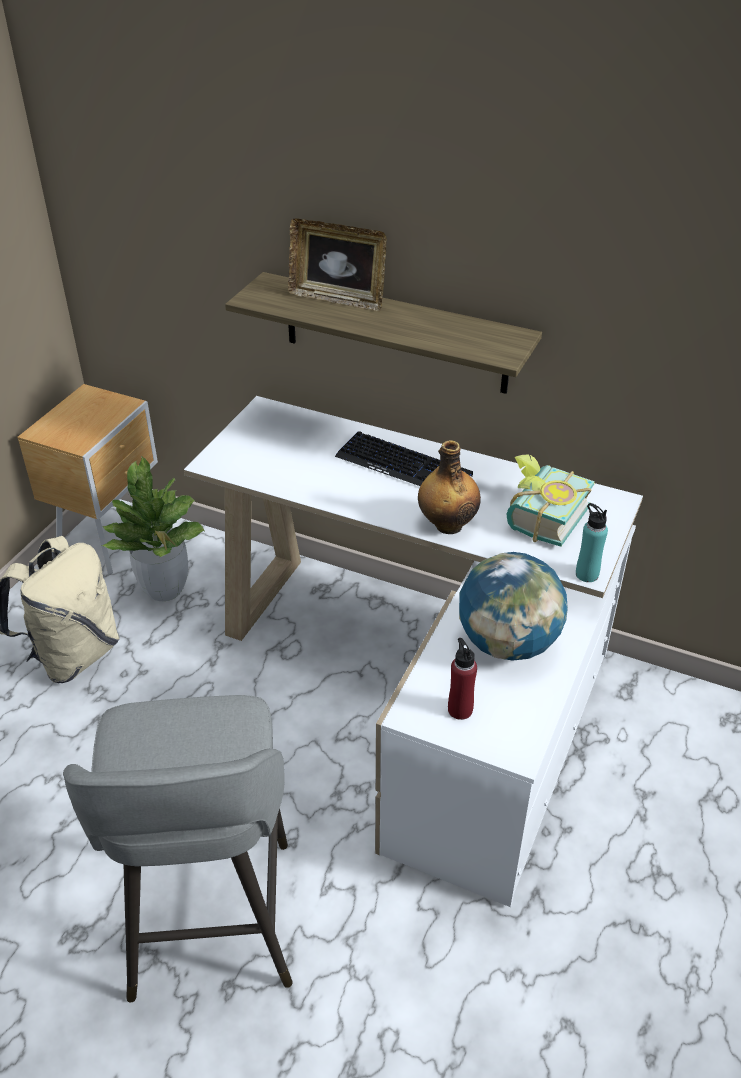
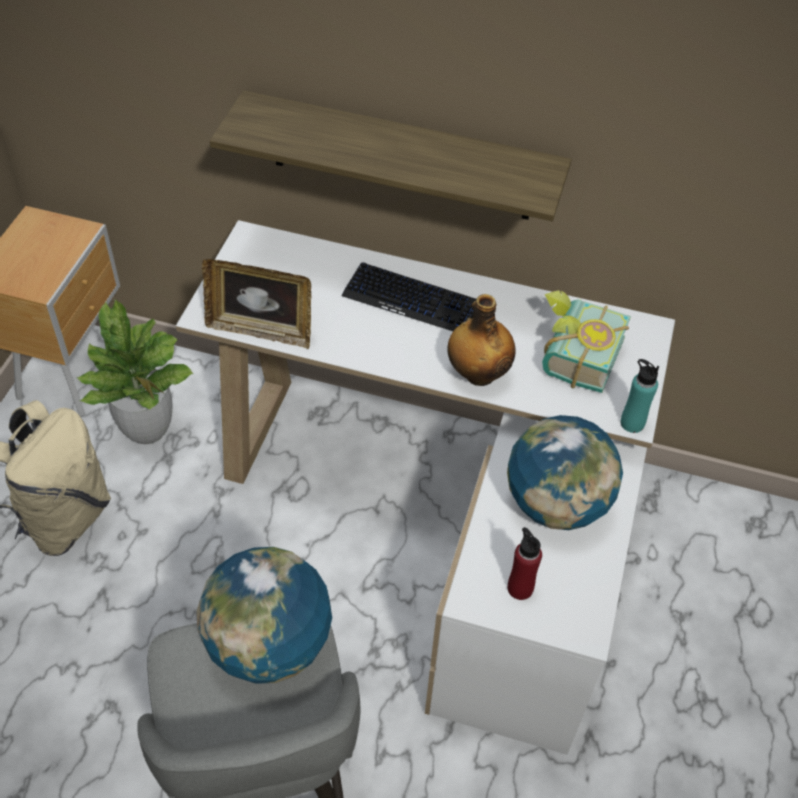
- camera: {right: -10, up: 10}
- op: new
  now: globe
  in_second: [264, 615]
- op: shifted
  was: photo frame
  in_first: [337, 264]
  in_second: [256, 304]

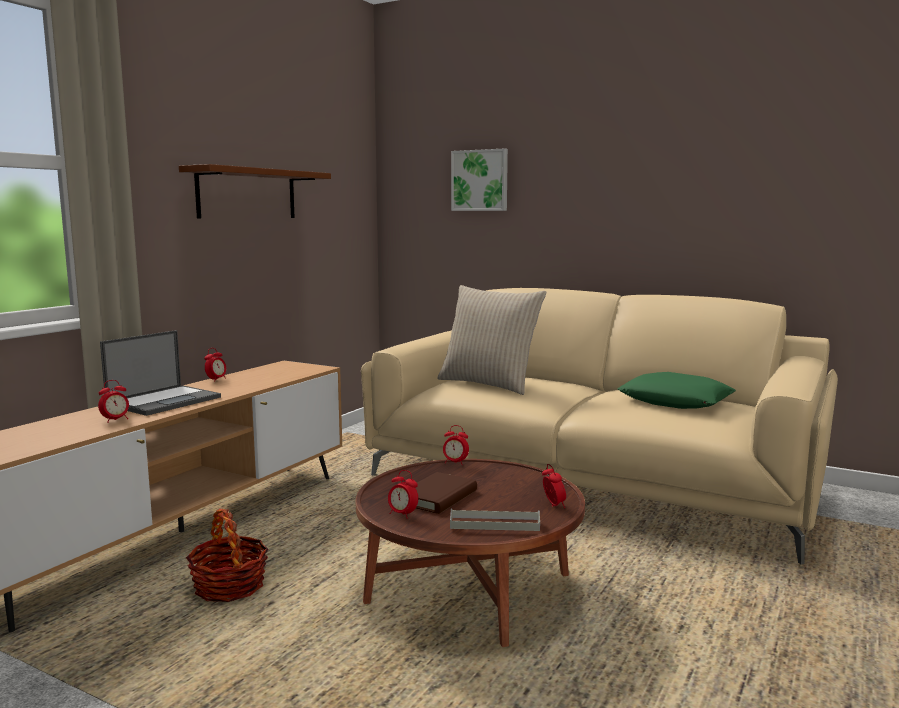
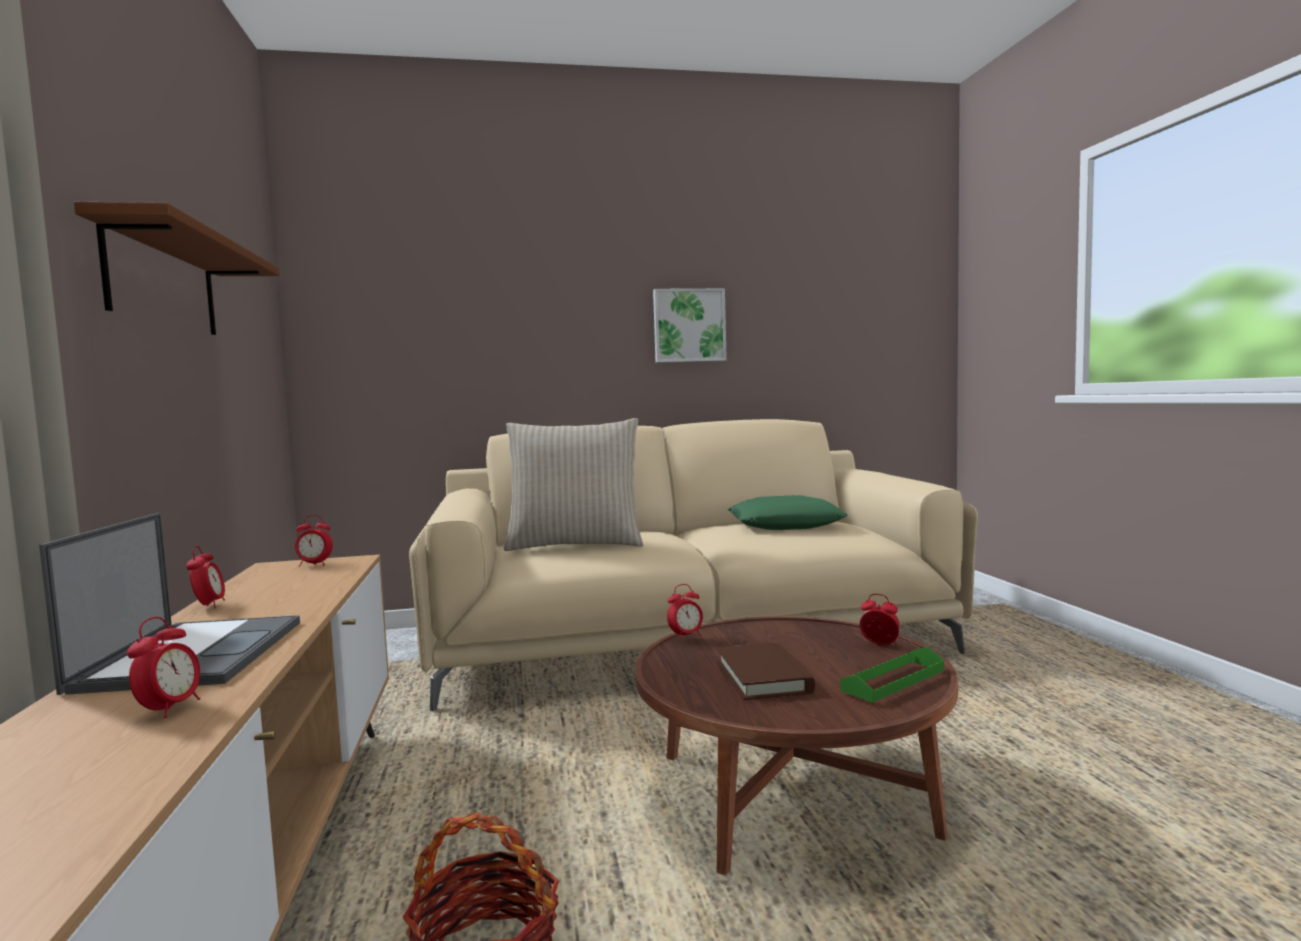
- camera: {right: -40, up: -5}
- op: shifted
  was: alarm clock
  in_first: [403, 494]
  in_second: [314, 540]
- op: shifted
  was: picture
  in_first: [479, 179]
  in_second: [690, 325]
- op: repainted
  was: carrying tray (grey)
  now: carrying tray (greenish)
  in_first: [495, 519]
  in_second: [892, 675]

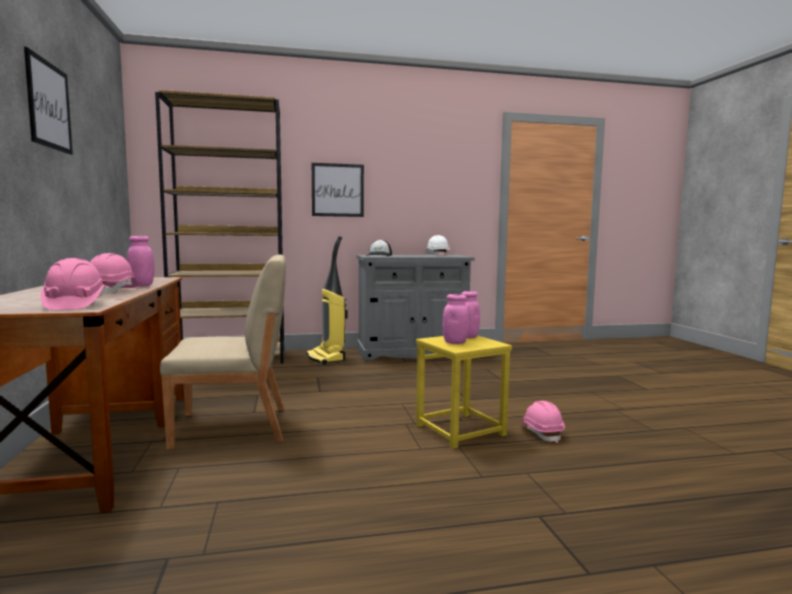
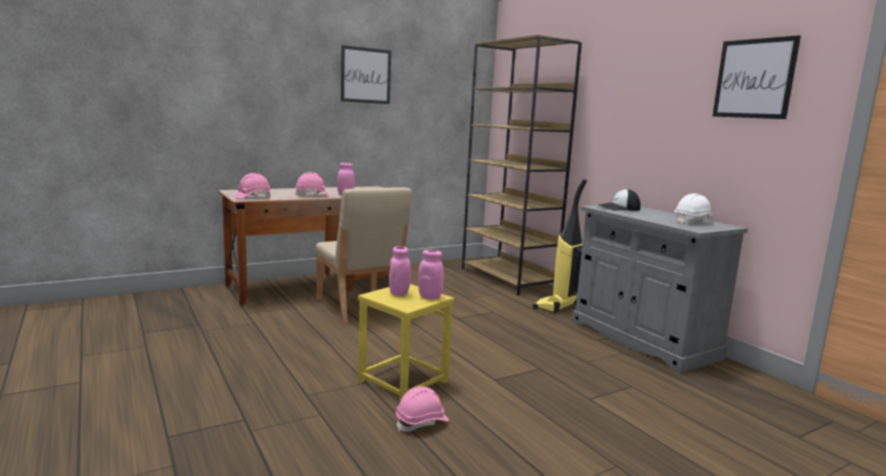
- camera: {right: 70, up: 5}
- op: shifted
  was: picture
  in_first: [337, 190]
  in_second: [757, 77]

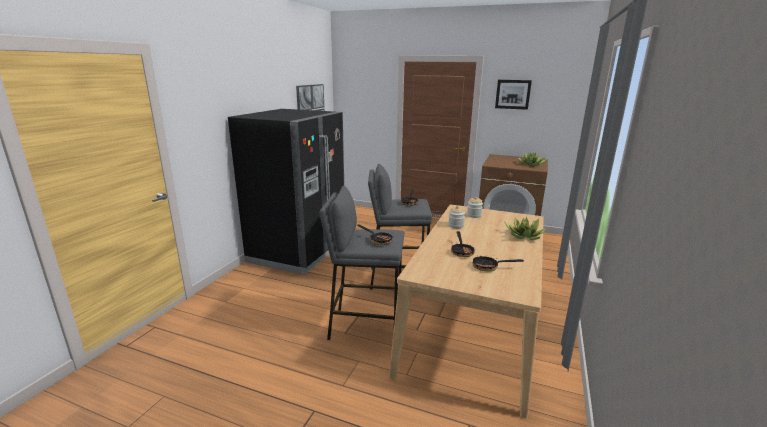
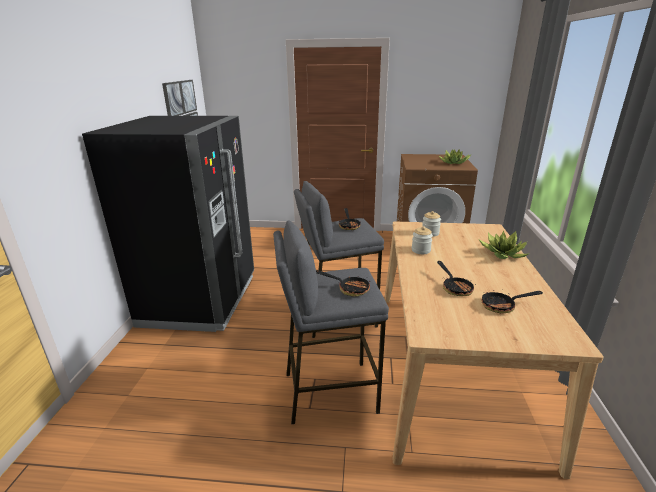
- camera: {right: -15, up: 5}
- op: gone
  was: picture
  in_first: [513, 95]

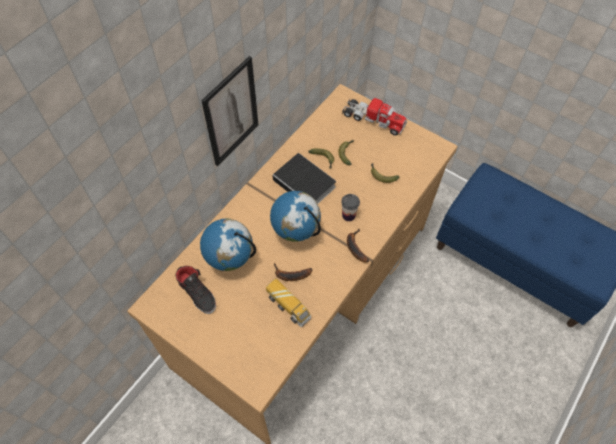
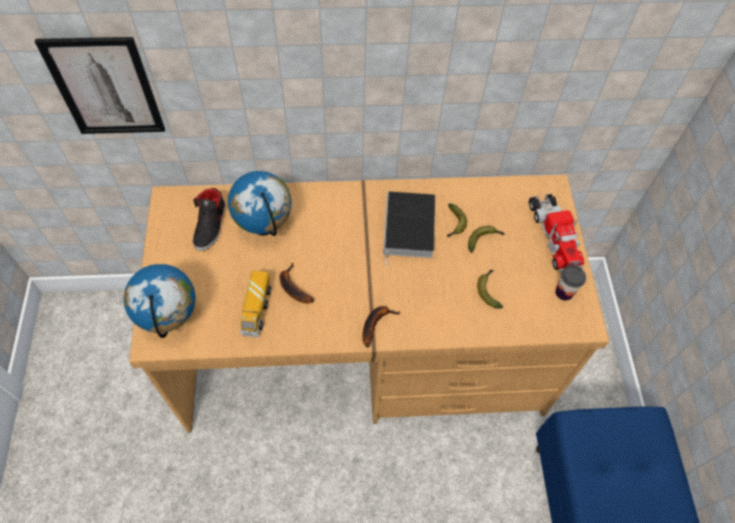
- camera: {right: 50, up: 0}
- op: shifted
  was: picture
  in_first: [229, 111]
  in_second: [100, 85]
- op: shifted
  was: globe
  in_first: [295, 216]
  in_second: [159, 301]
- op: shifted
  was: drinking cup
  in_first: [350, 207]
  in_second: [570, 283]

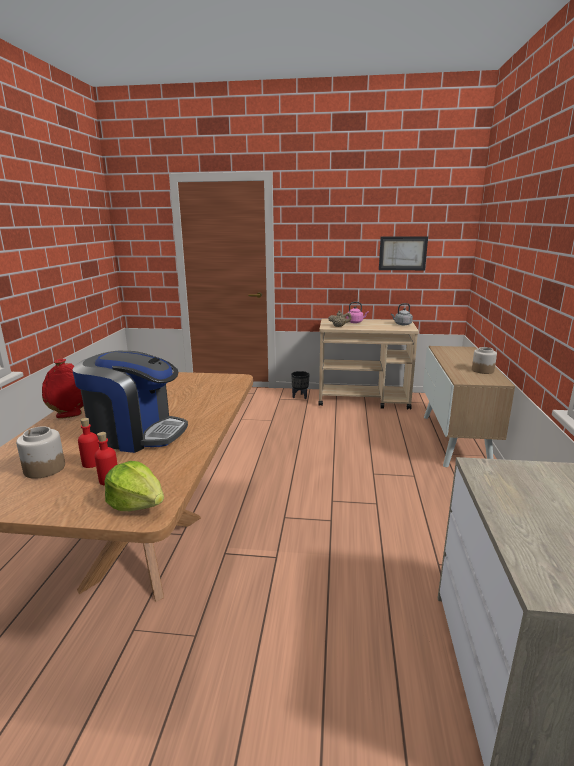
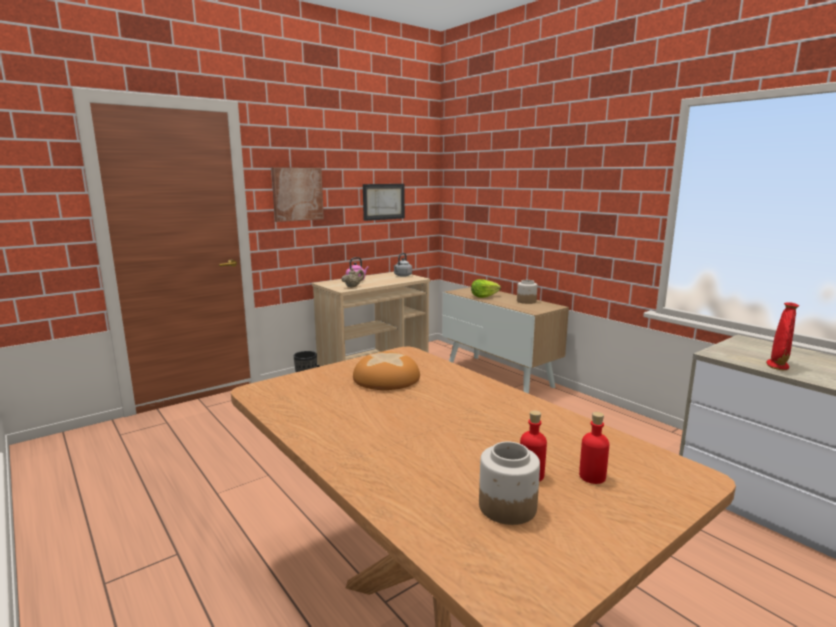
- camera: {right: -45, up: -5}
- op: gone
  was: coffee brewer
  in_first: [130, 402]
- op: new
  now: picture
  in_second: [297, 194]
- op: new
  now: bread
  in_second: [386, 370]
- op: shifted
  was: flower vase (red)
  in_first: [63, 389]
  in_second: [782, 336]
- op: shifted
  was: lettuce
  in_first: [134, 486]
  in_second: [486, 288]

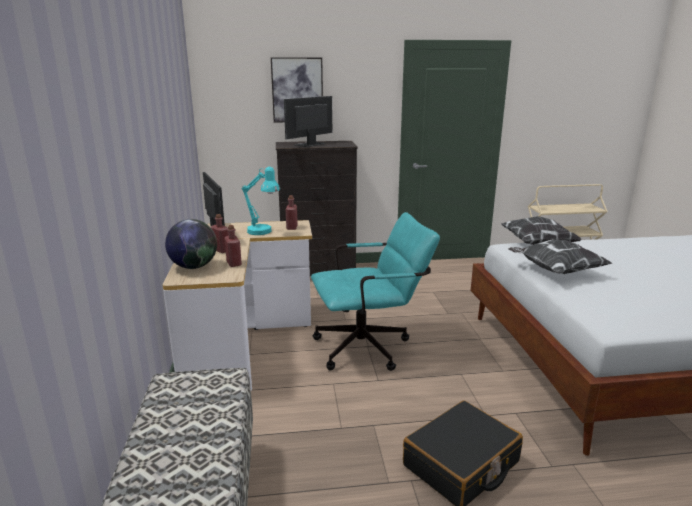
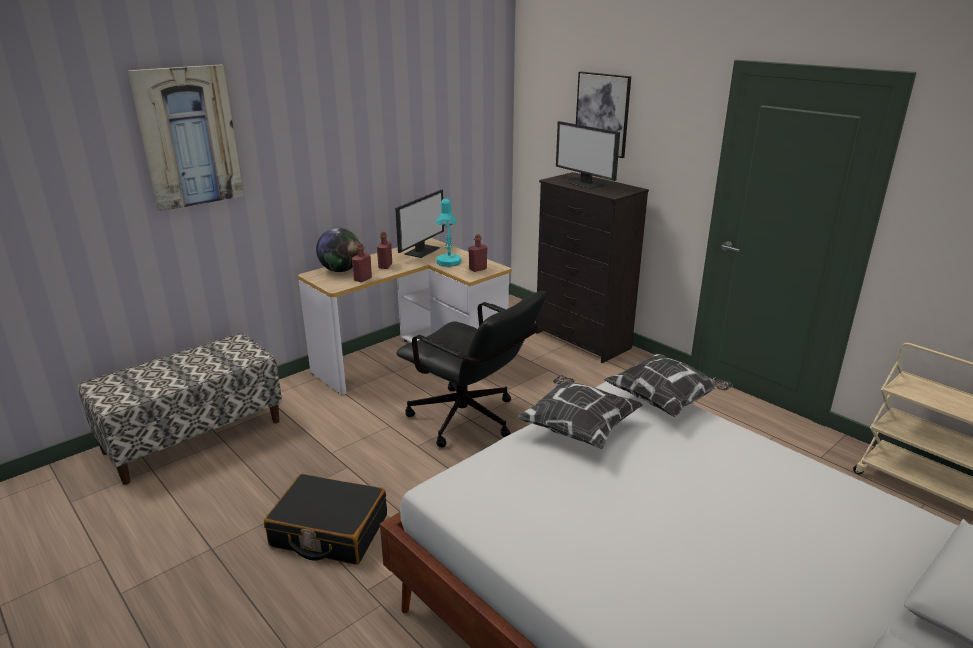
- camera: {right: 55, up: 5}
- op: new
  now: picture
  in_second: [186, 138]
- op: repainted
  was: office chair (blue-green)
  now: office chair (black)
  in_first: [375, 291]
  in_second: [471, 369]
- op: rotated
  was: monitor
  in_first: [308, 121]
  in_second: [588, 155]
  clockwise: -135

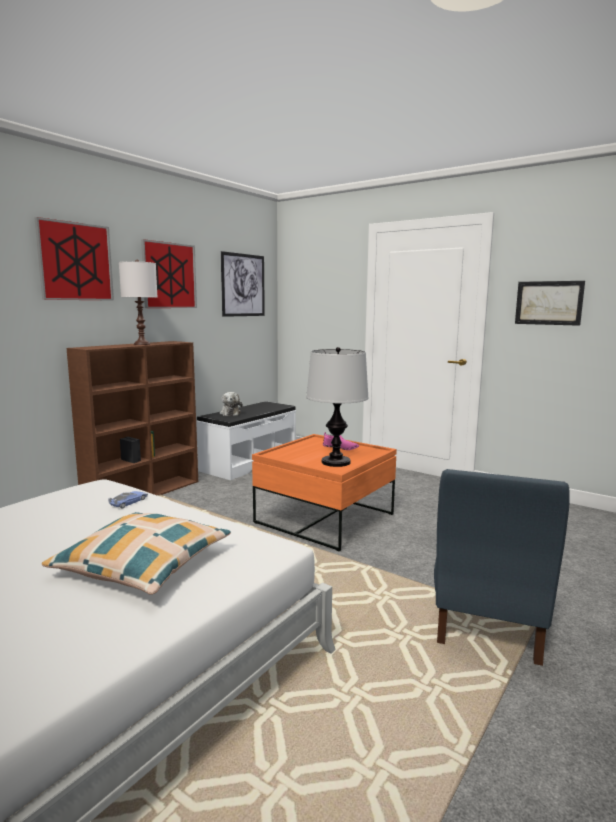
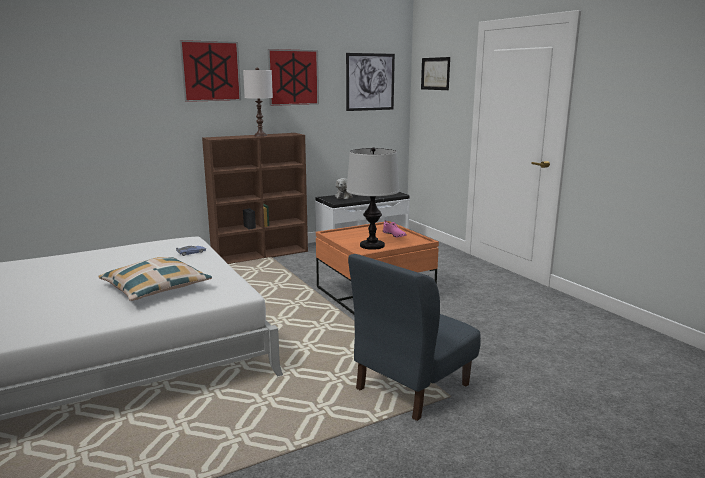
- camera: {right: 25, up: 5}
- op: shifted
  was: picture
  in_first: [550, 303]
  in_second: [435, 73]

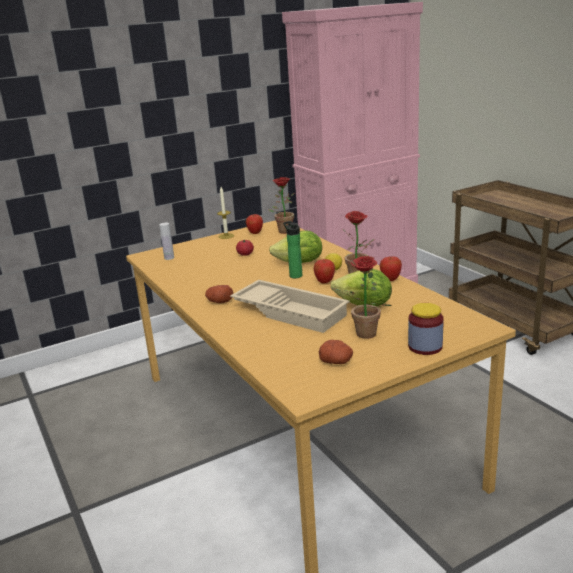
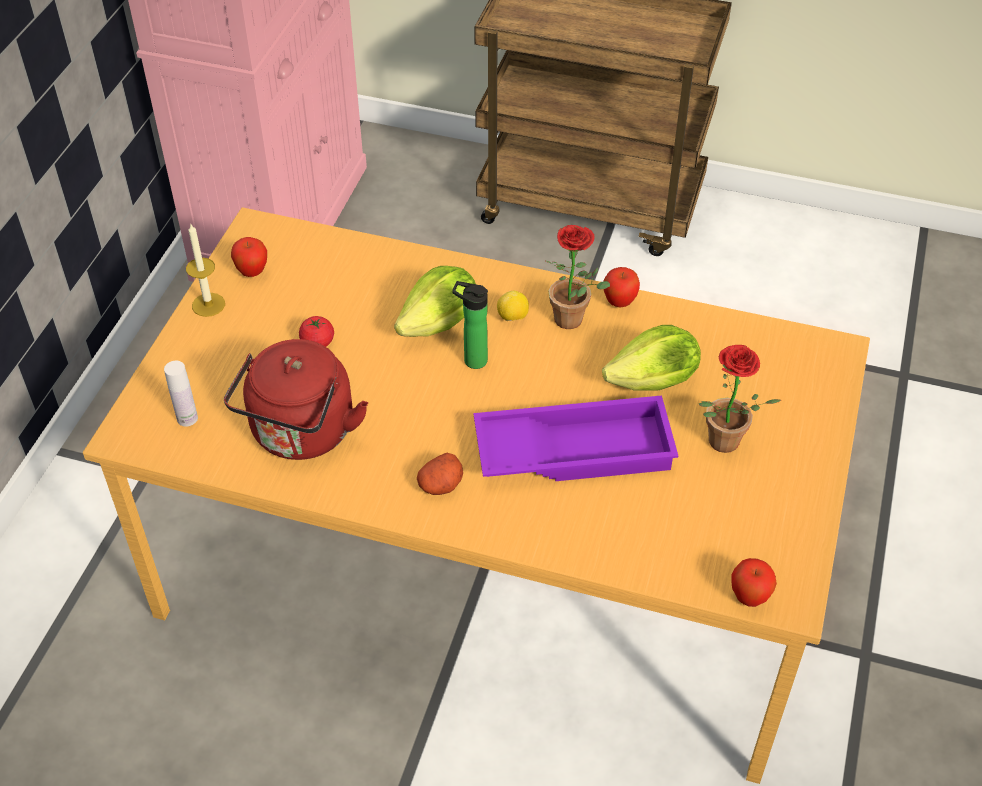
- camera: {right: -45, up: 25}
- op: gone
  was: potted plant
  in_first: [281, 205]
- op: gone
  was: spud
  in_first: [336, 352]
- op: gone
  was: preserve jar
  in_first: [426, 329]
- op: new
  now: water kettle (red)
  in_second: [296, 399]
- op: shifted
  was: whole apple
  in_first: [324, 271]
  in_second: [754, 582]
- op: repainted
  was: carrying tray (beige)
  now: carrying tray (purple-coloured)
  in_first: [290, 306]
  in_second: [575, 438]

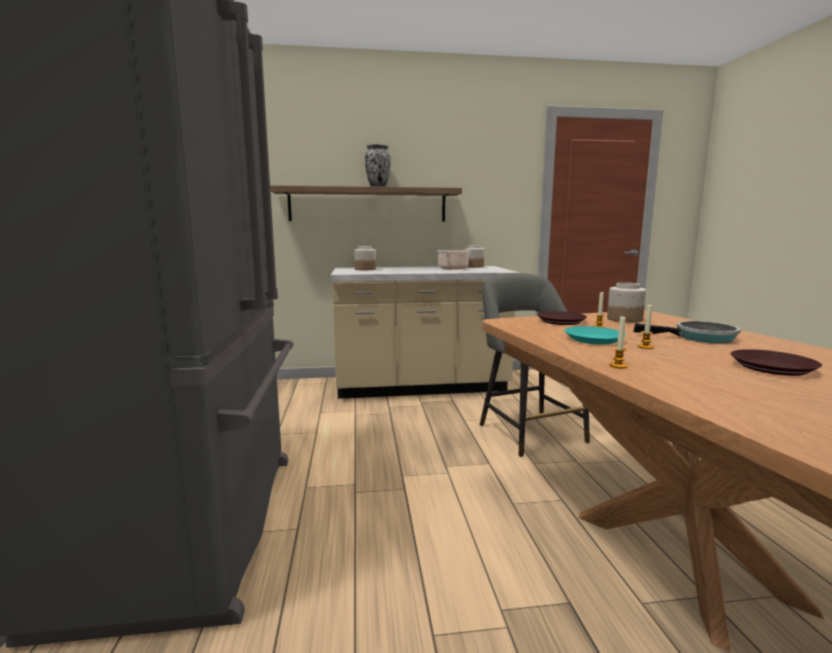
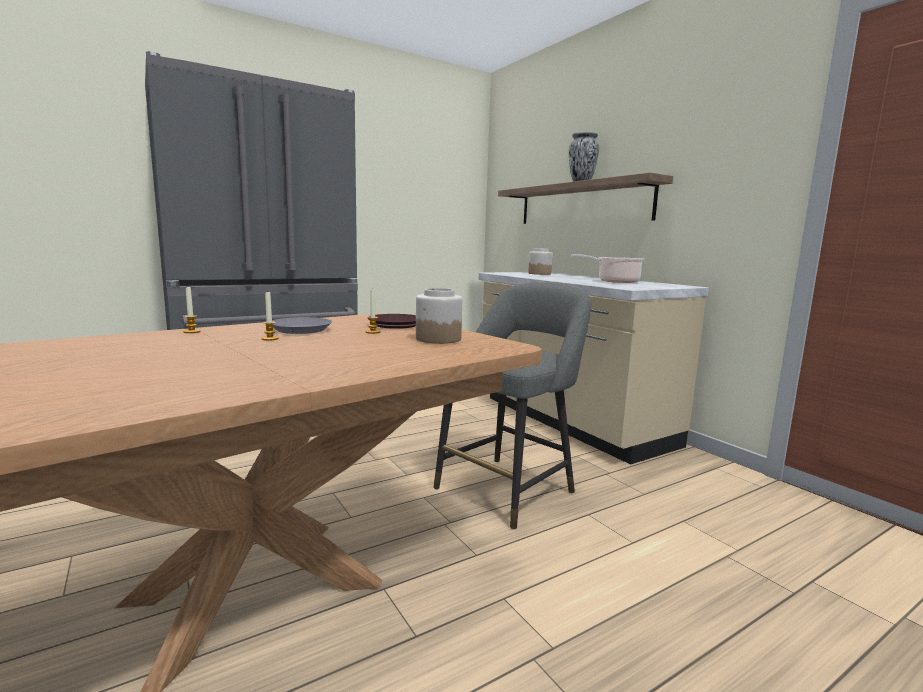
- camera: {right: 65, up: 0}
- op: gone
  was: preserve jar
  in_first: [474, 256]
- op: gone
  was: pan
  in_first: [687, 332]
- op: gone
  was: dinner plate (brownish)
  in_first: [776, 362]
- op: repainted
  was: dinner plate (blue-green)
  now: dinner plate (grey)
  in_first: [595, 335]
  in_second: [302, 325]

